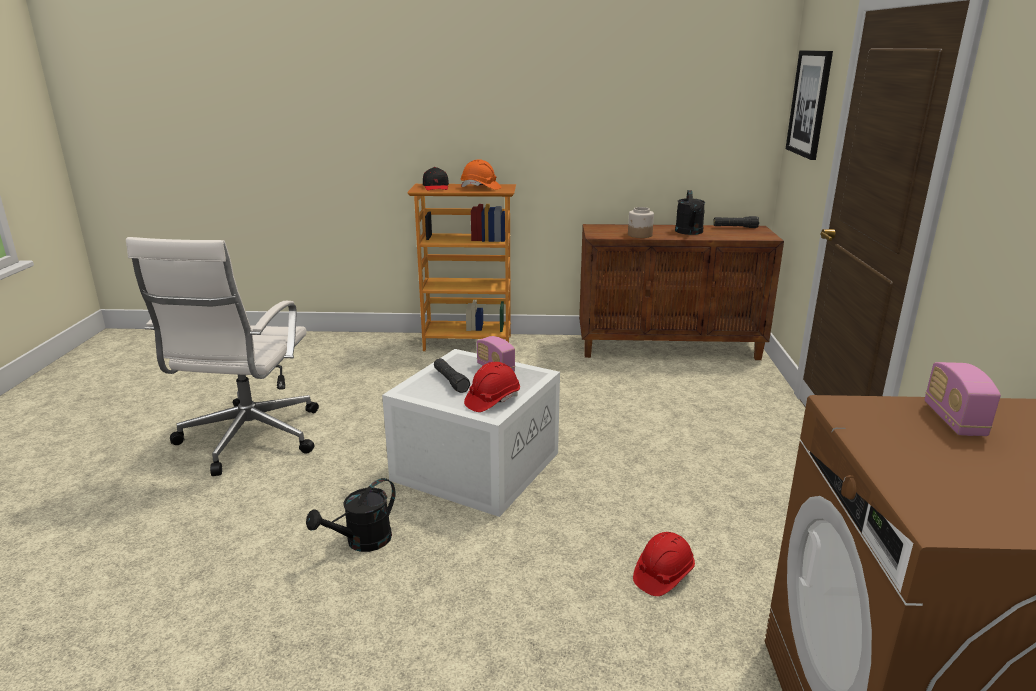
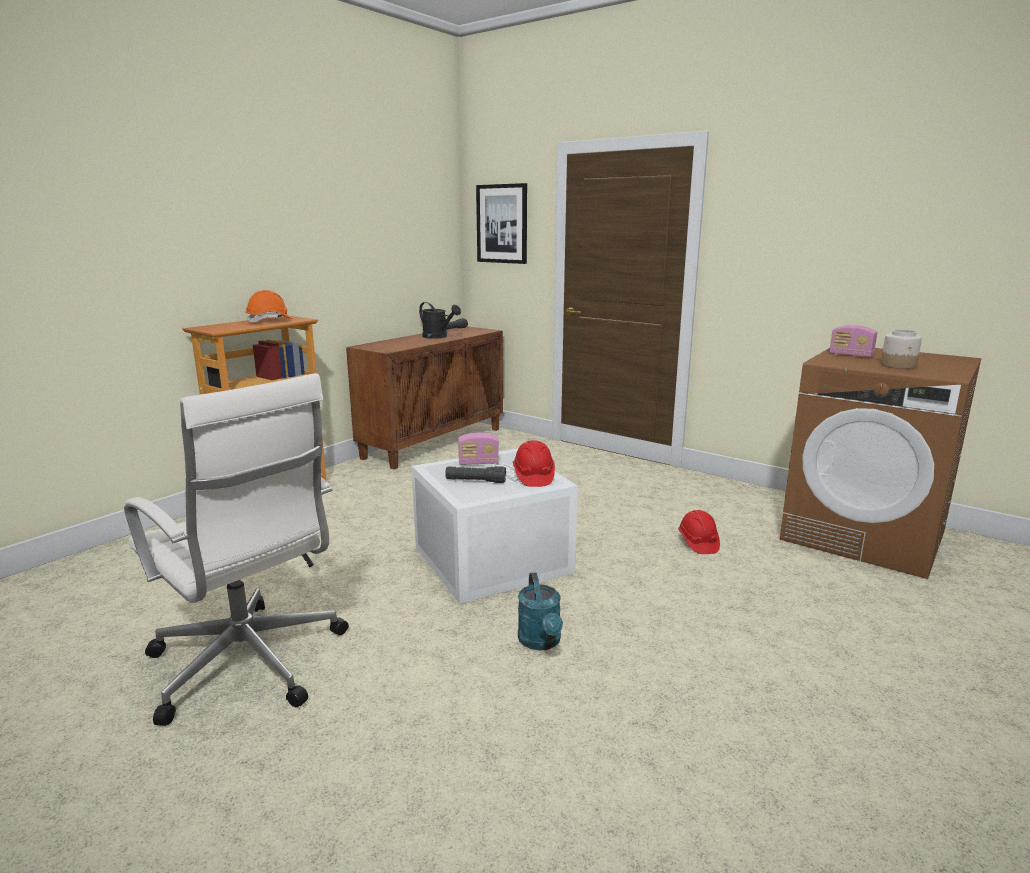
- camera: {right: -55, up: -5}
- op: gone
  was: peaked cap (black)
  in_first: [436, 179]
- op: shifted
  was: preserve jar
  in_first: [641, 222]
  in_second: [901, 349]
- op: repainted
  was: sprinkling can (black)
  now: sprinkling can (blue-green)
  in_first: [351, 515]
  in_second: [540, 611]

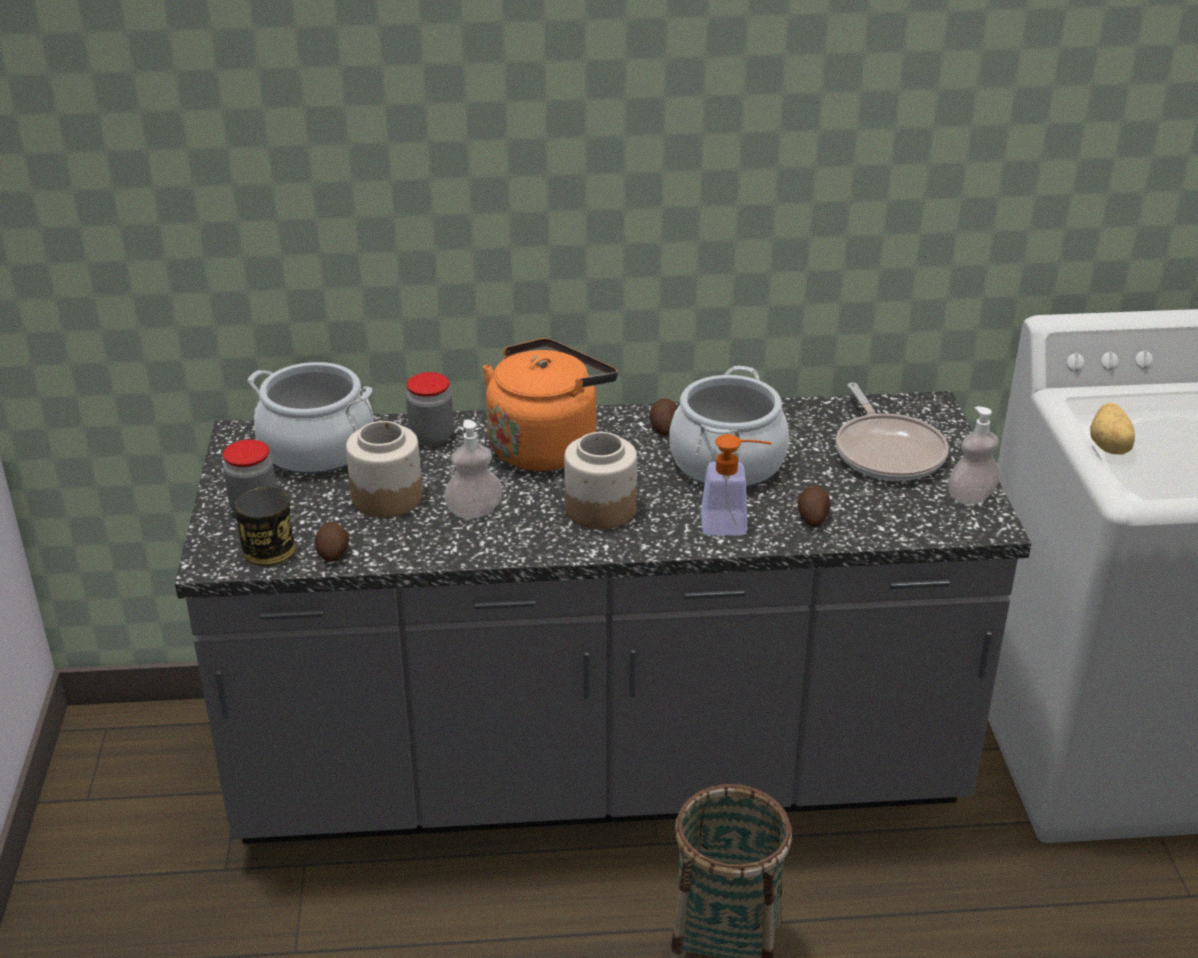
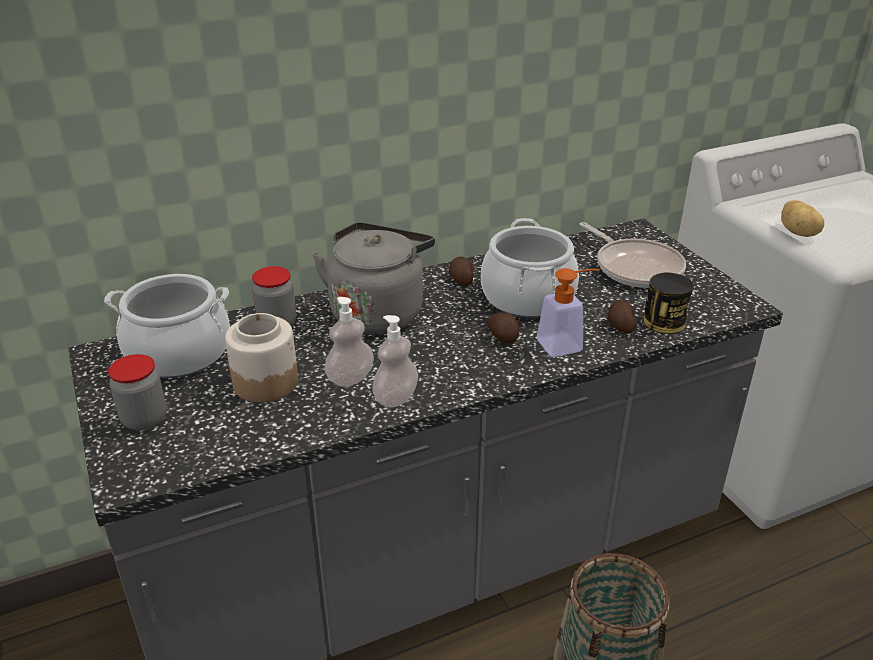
- camera: {right: -20, up: 0}
- op: gone
  was: preserve jar
  in_first: [600, 480]
- op: shifted
  was: can
  in_first: [265, 526]
  in_second: [669, 303]
- op: shifted
  was: spud
  in_first: [332, 542]
  in_second: [503, 328]
- op: shifted
  was: soap bottle
  in_first: [974, 455]
  in_second: [395, 361]
- op: repainted
  was: water kettle (orangey)
  now: water kettle (grey)
  in_first: [550, 404]
  in_second: [373, 278]

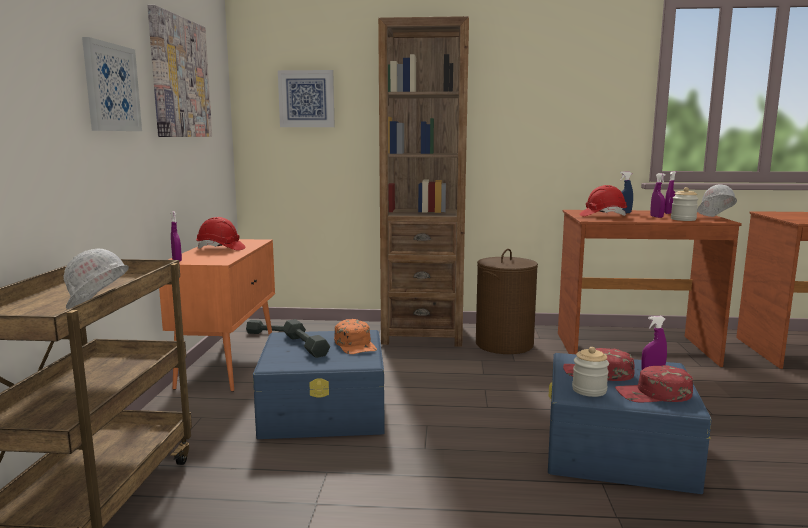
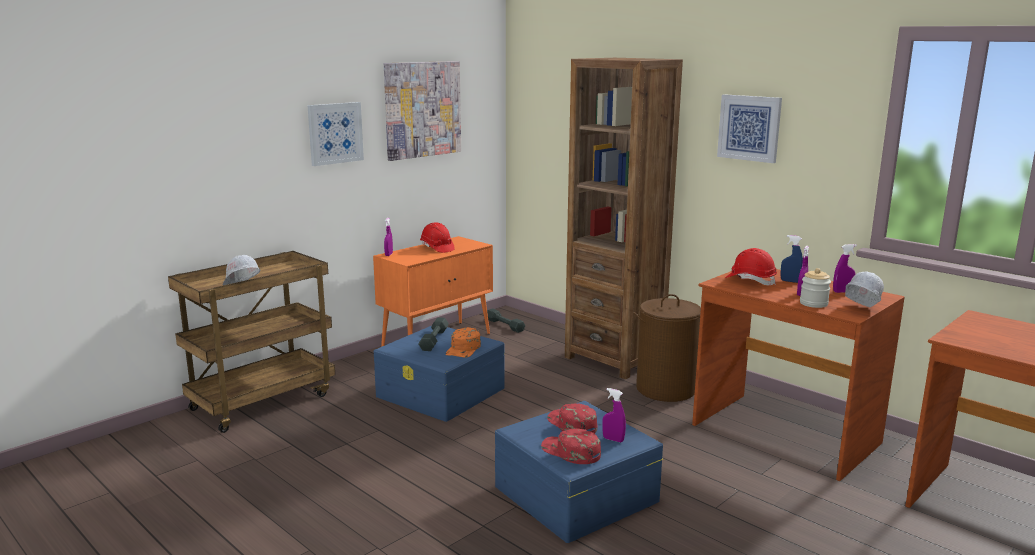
- camera: {right: 40, up: 5}
- op: gone
  was: preserve jar
  in_first: [590, 372]
- op: shifted
  was: picture
  in_first: [306, 98]
  in_second: [749, 128]

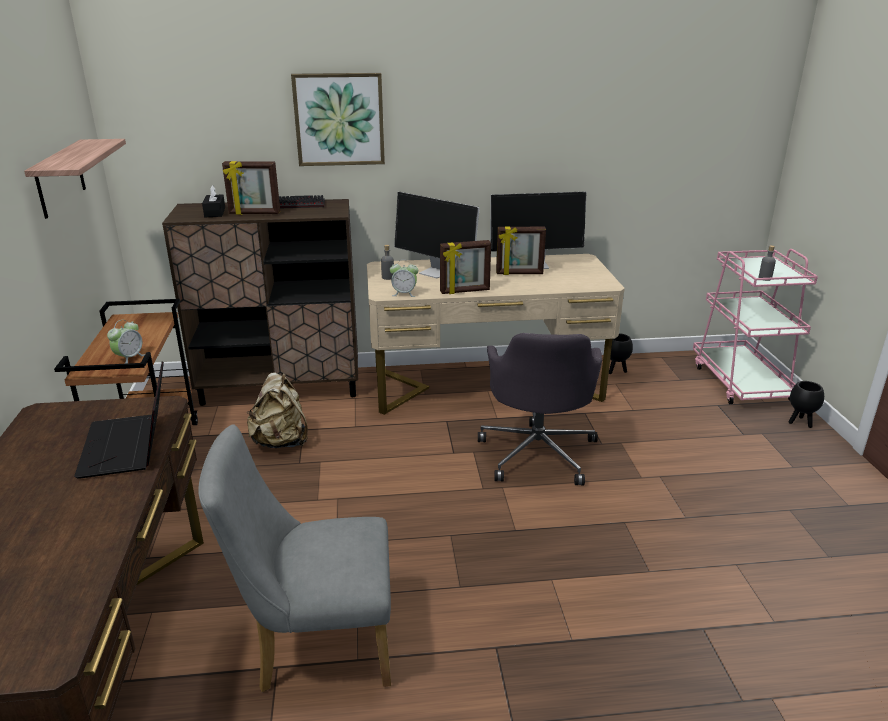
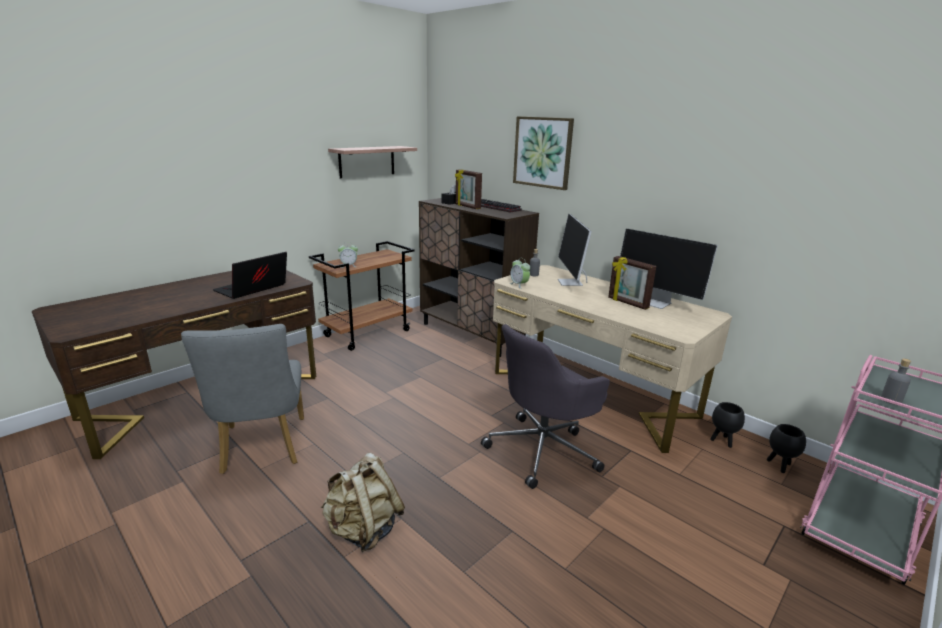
- camera: {right: 50, up: -5}
- op: gone
  was: photo frame
  in_first: [465, 267]
- op: shifted
  was: knapsack (beige)
  in_first: [277, 410]
  in_second: [363, 502]
- op: shifted
  was: plant pot (black)
  in_first: [806, 404]
  in_second: [786, 448]
- op: rotated
  was: plain chair (grey)
  in_first: [294, 558]
  in_second: [242, 399]
  clockwise: -150

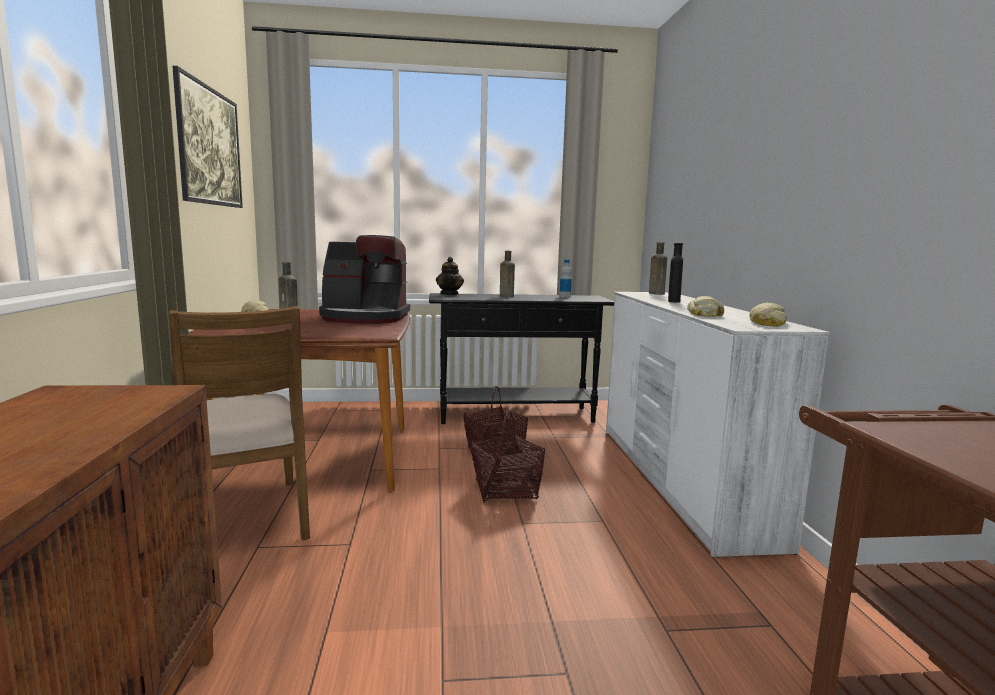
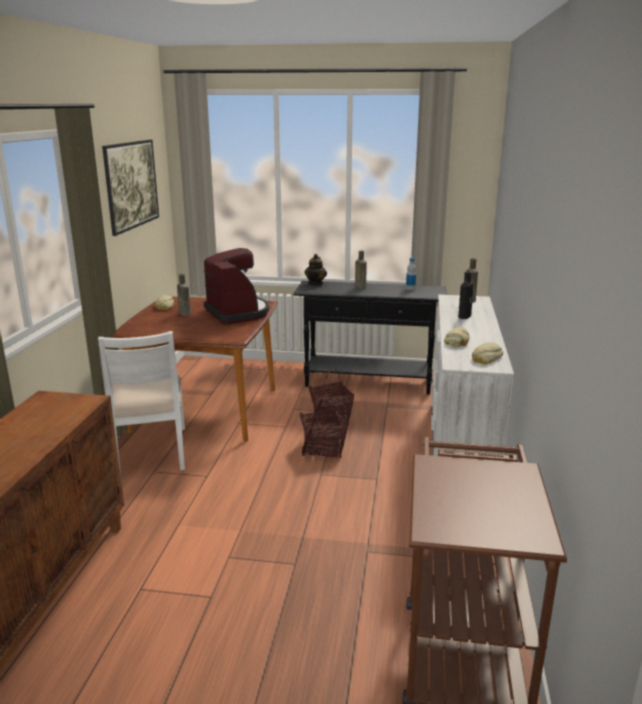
- camera: {right: 15, up: 10}
- op: repainted
  was: plain chair (brownish)
  now: plain chair (whitish)
  in_first: [239, 423]
  in_second: [141, 403]
- op: rotated
  was: coffee brewer
  in_first: [364, 279]
  in_second: [236, 286]
  clockwise: -135

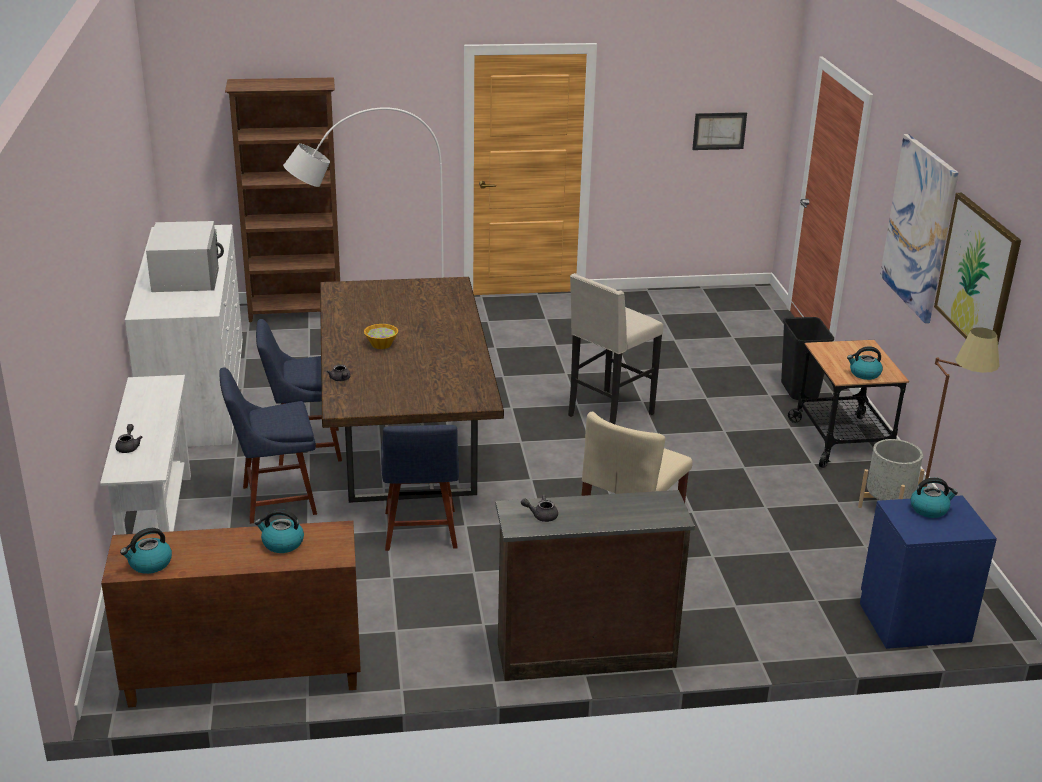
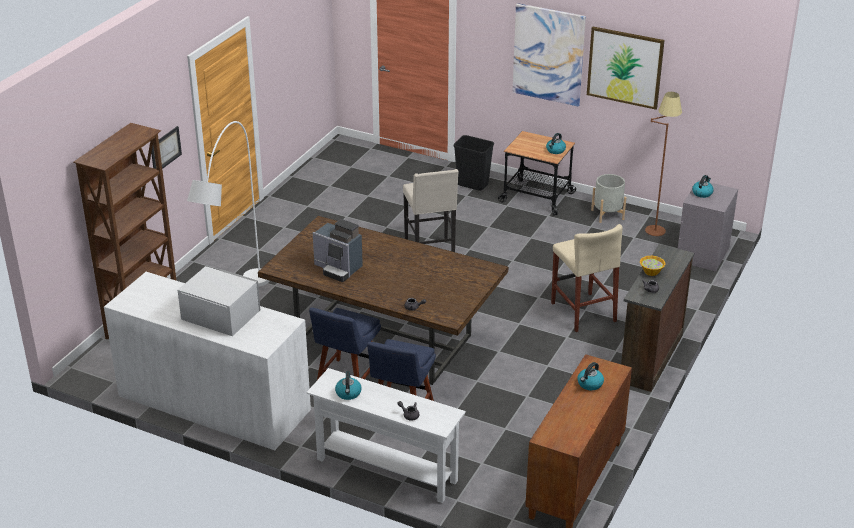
- camera: {right: -55, up: 5}
- op: gone
  was: plain chair (bluish)
  in_first: [420, 488]
- op: new
  now: coffee brewer
  in_second: [338, 250]
- op: shifted
  was: water kettle
  in_first: [146, 551]
  in_second: [348, 385]
- op: shifted
  was: serving bowl
  in_first: [381, 336]
  in_second: [652, 266]
- op: shifted
  was: picture
  in_first: [719, 131]
  in_second: [166, 147]
- op: repainted
  was: night table (bluish)
  now: night table (grey)
  in_first: [928, 572]
  in_second: [708, 225]

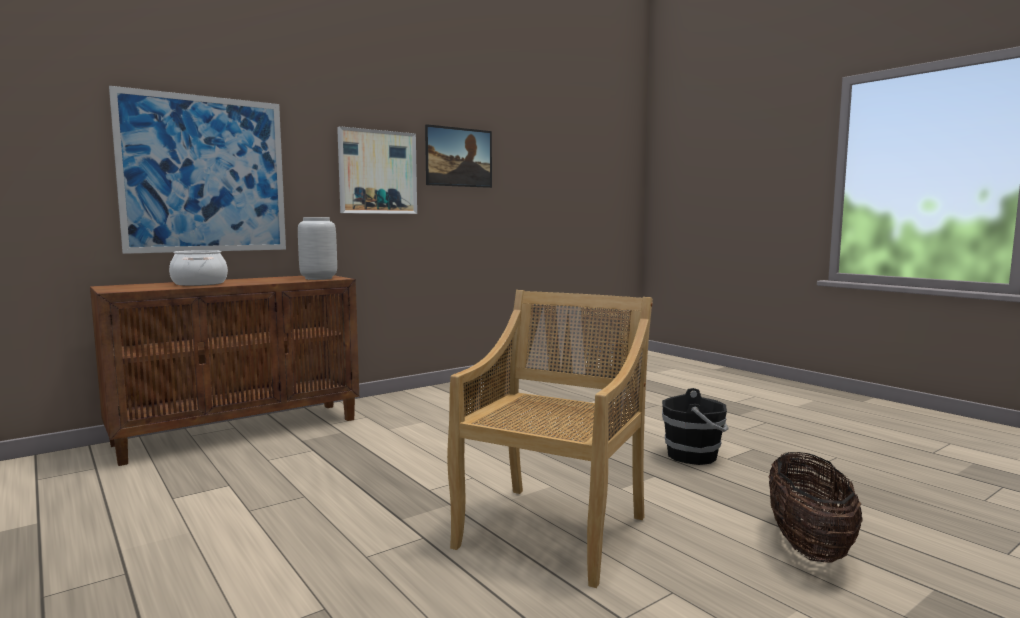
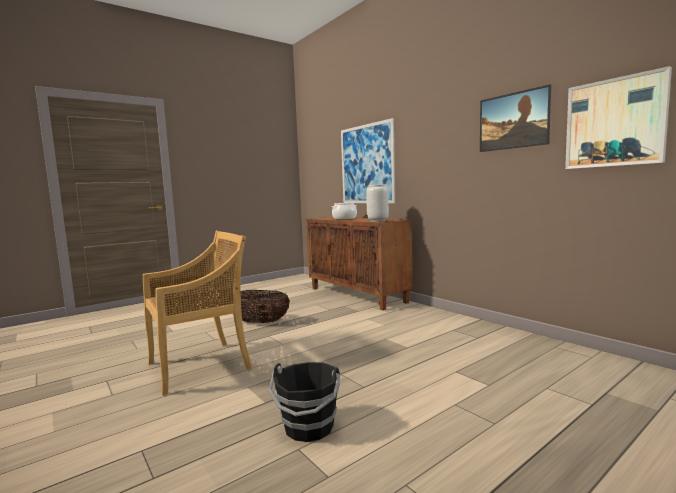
- camera: {right: 90, up: 0}
- op: shifted
  was: picture
  in_first: [377, 170]
  in_second: [618, 117]
- op: shifted
  was: household basket
  in_first: [816, 507]
  in_second: [265, 306]
- op: rotated
  was: plain chair (beige)
  in_first: [550, 439]
  in_second: [198, 313]
  clockwise: -60

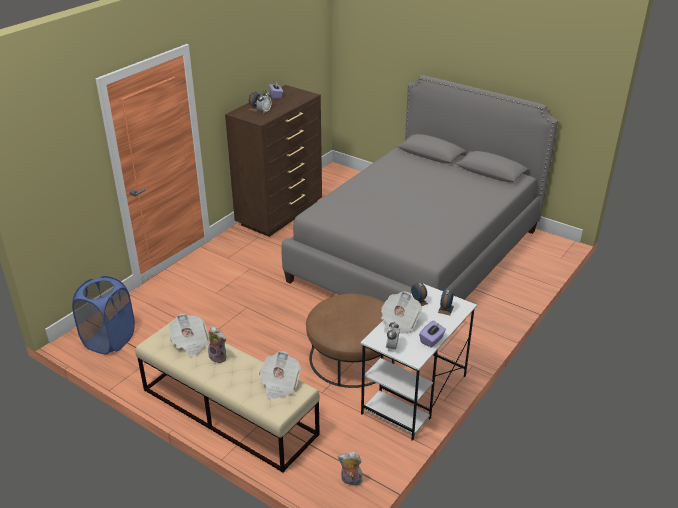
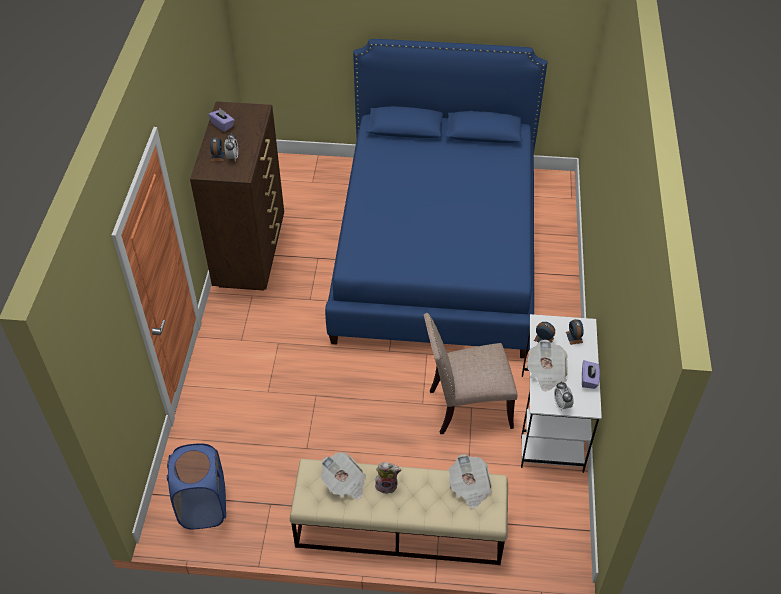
- camera: {right: -30, up: 15}
- op: gone
  was: plush toy
  in_first: [350, 469]
- op: swapped
  was: pouffe (brownish)
  now: plain chair (beige)
  in_first: [350, 341]
  in_second: [470, 373]
- op: repainted
  was: bedroom bed (grey)
  now: bedroom bed (bluish)
  in_first: [419, 189]
  in_second: [436, 198]

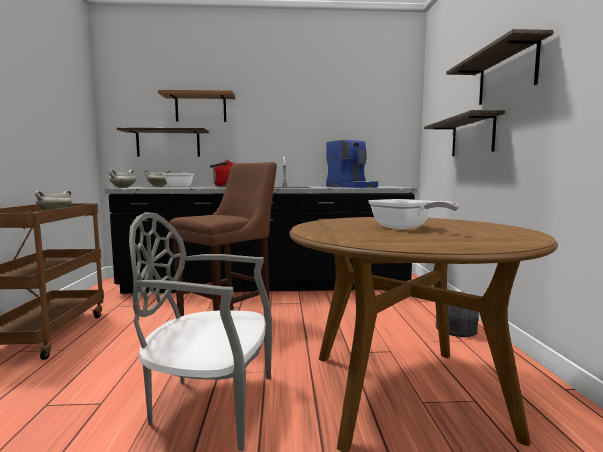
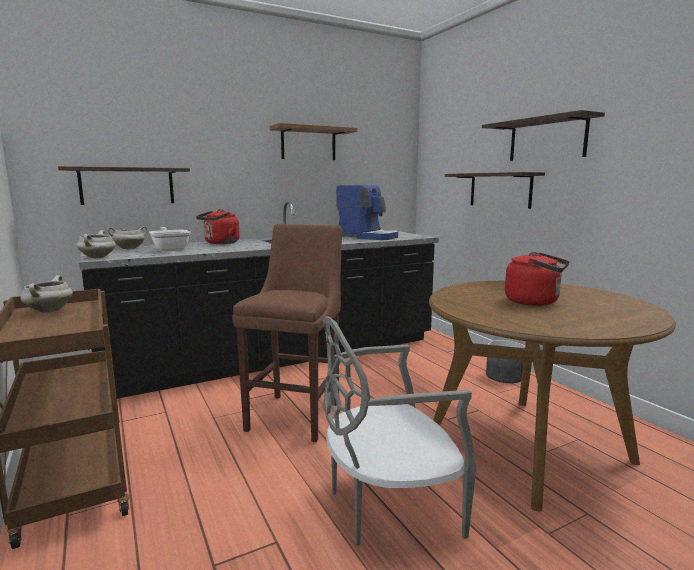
- camera: {right: -25, up: 5}
- op: shifted
  was: wall shelf
  in_first: [196, 106]
  in_second: [313, 141]
- op: swapped
  was: pan
  now: water kettle (red)
  in_first: [413, 214]
  in_second: [537, 279]

